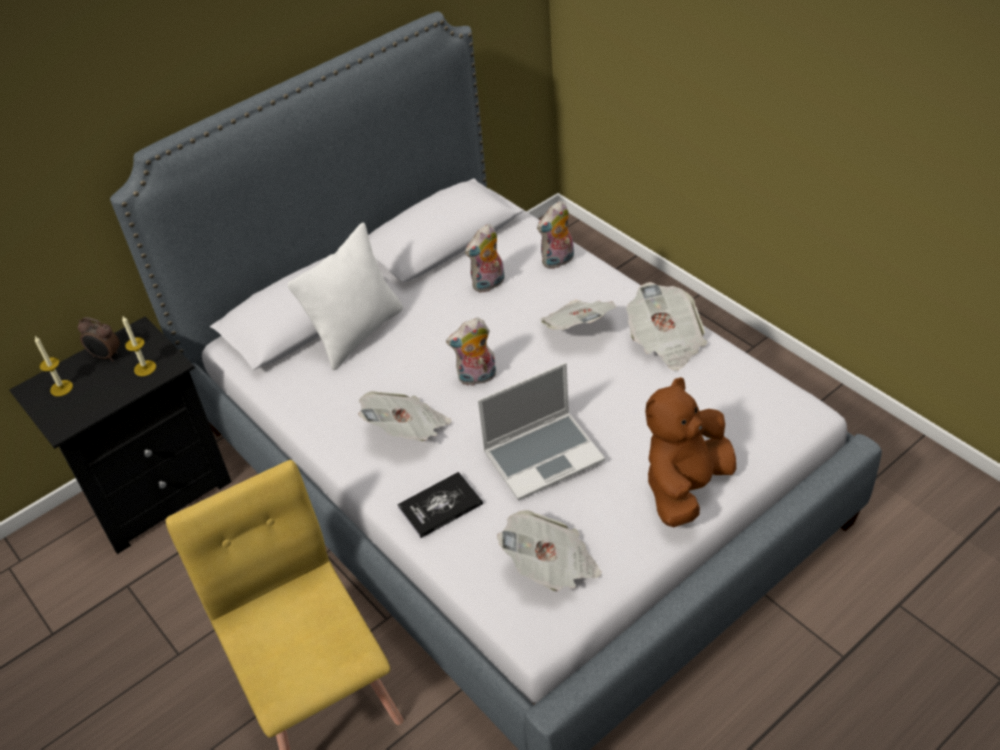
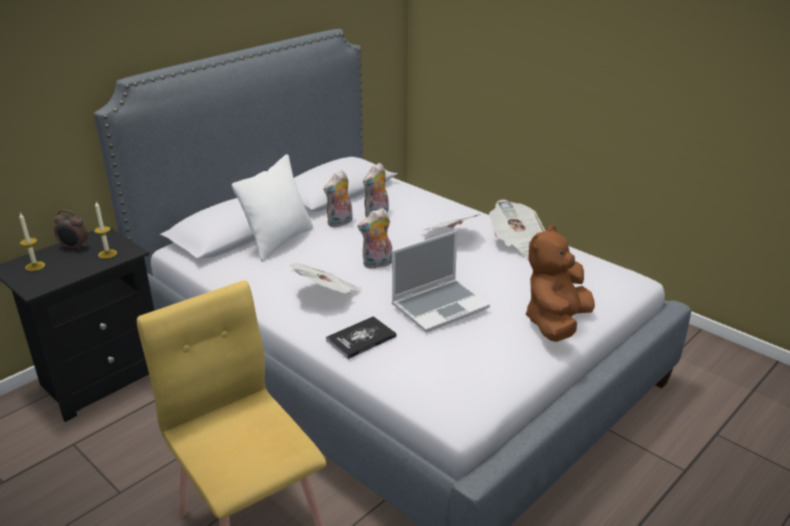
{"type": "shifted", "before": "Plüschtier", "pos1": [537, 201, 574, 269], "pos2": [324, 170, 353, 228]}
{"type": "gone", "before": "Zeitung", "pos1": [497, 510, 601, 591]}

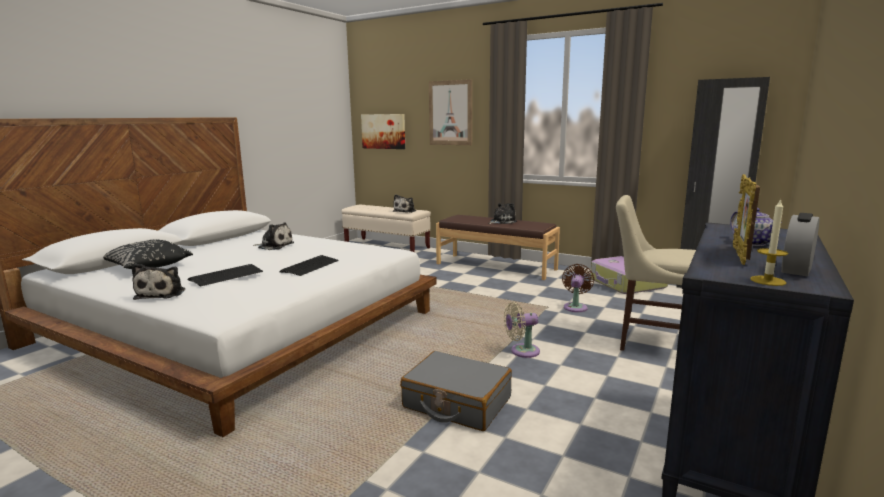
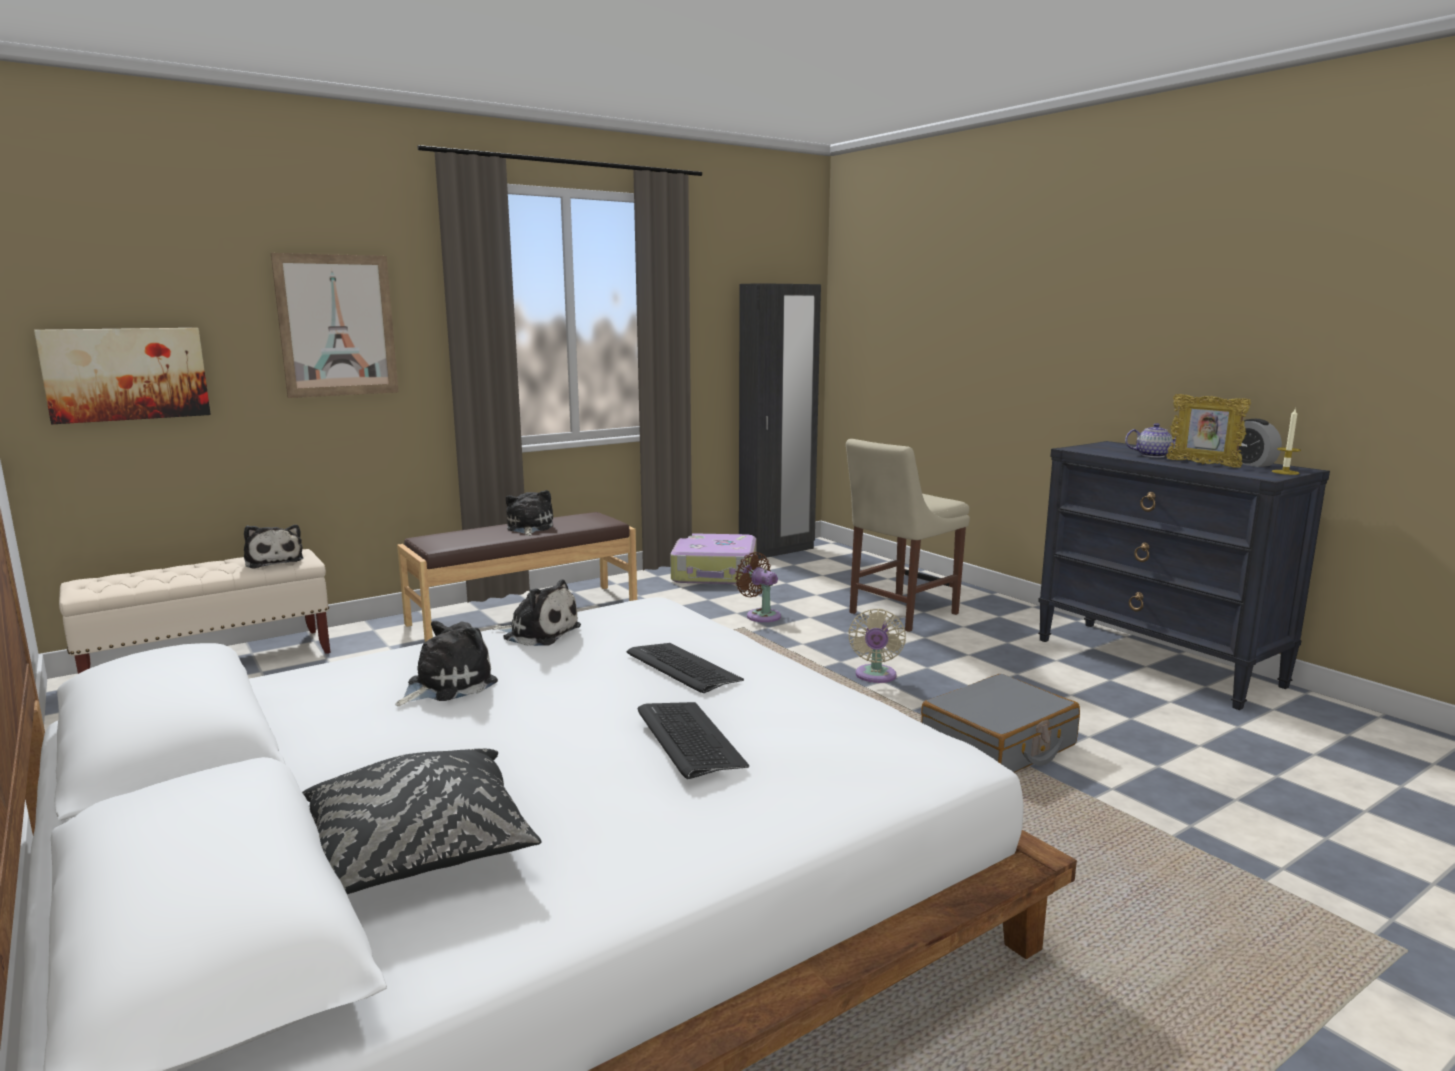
{"type": "shifted", "before": "Plüschtier", "pos1": [132, 264, 185, 300], "pos2": [492, 579, 581, 646]}

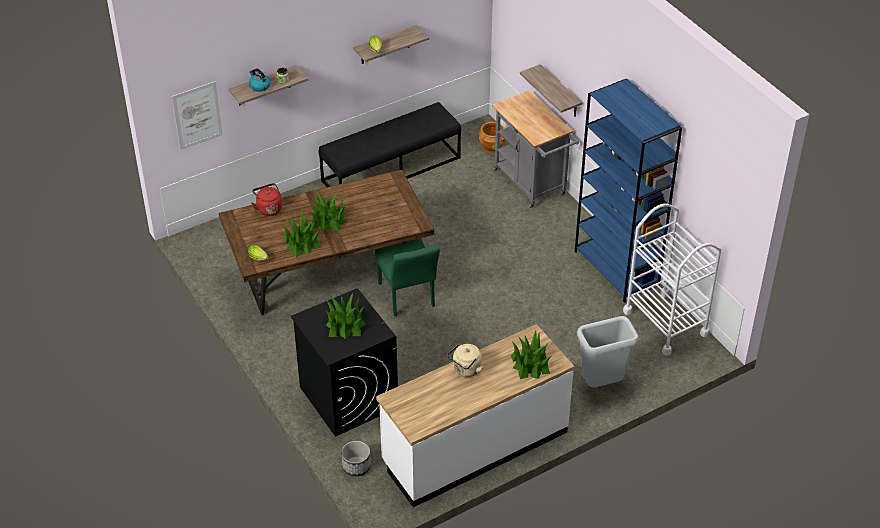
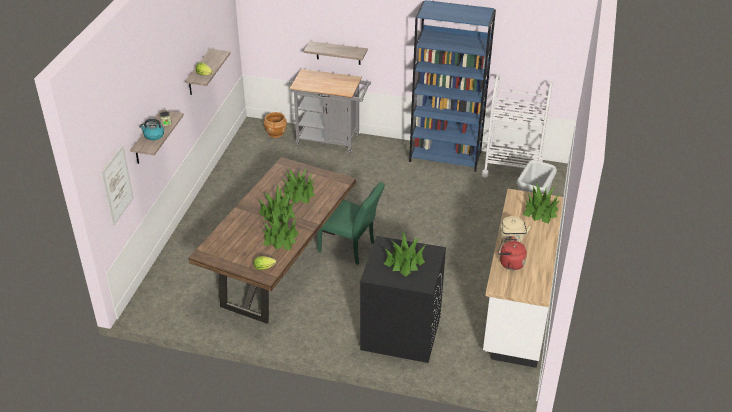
{"type": "new", "after": "Topfpflanze", "pos2": [283, 167, 315, 204]}
{"type": "shifted", "before": "Wasserkessel (rot)", "pos1": [251, 183, 282, 216], "pos2": [498, 238, 527, 270]}
{"type": "gone", "before": "Bank (schwarz)", "pos1": [318, 102, 461, 187]}
{"type": "gone", "before": "Pflanzkübel", "pos1": [341, 441, 371, 476]}

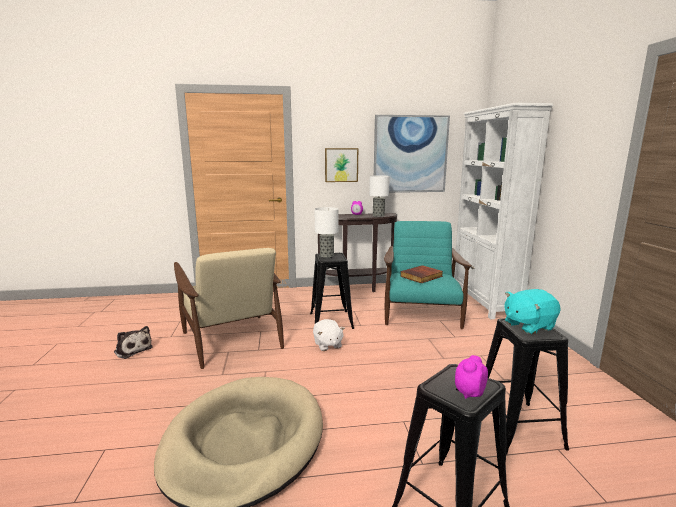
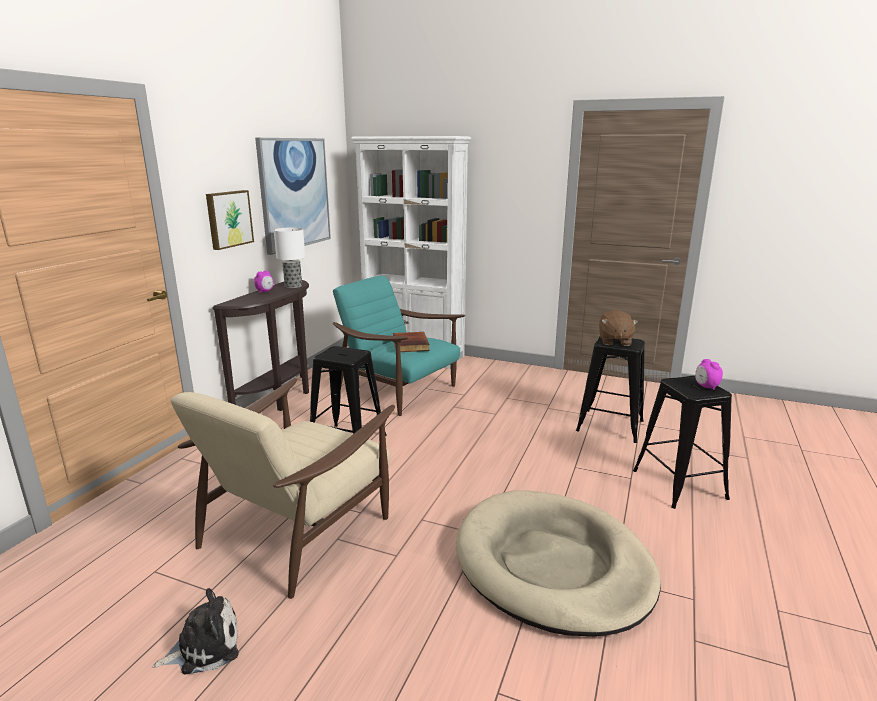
{"type": "rotated", "before": "Sessel (beige)", "pos1": [174, 248, 284, 369], "pos2": [171, 378, 395, 599], "turn": 120}
{"type": "repainted", "before": "Plüschtier (türkis)", "after": "Plüschtier (braun)", "pos1": [505, 289, 561, 334], "pos2": [599, 310, 638, 346]}
{"type": "gone", "before": "Plüschtier (weiß)", "pos1": [313, 319, 345, 351]}
{"type": "gone", "before": "Tischlampe", "pos1": [315, 207, 339, 257]}

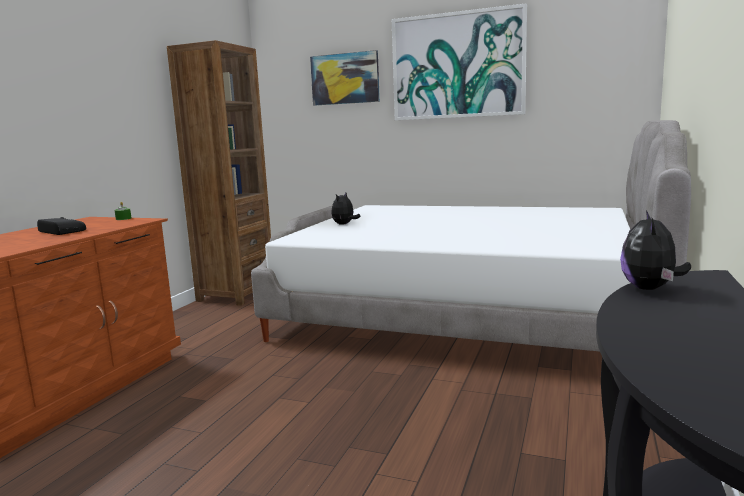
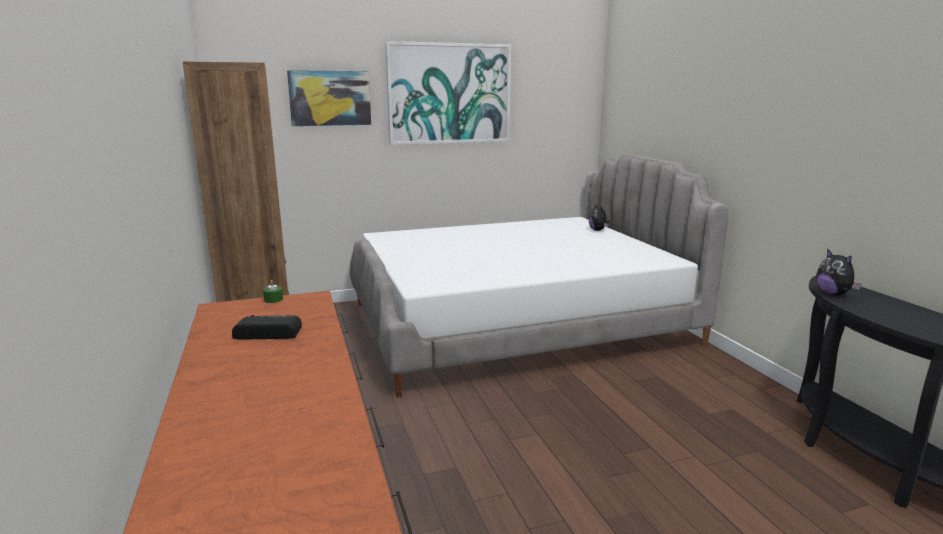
{"type": "shifted", "before": "Plüschtier", "pos1": [331, 193, 361, 225], "pos2": [589, 204, 609, 231]}

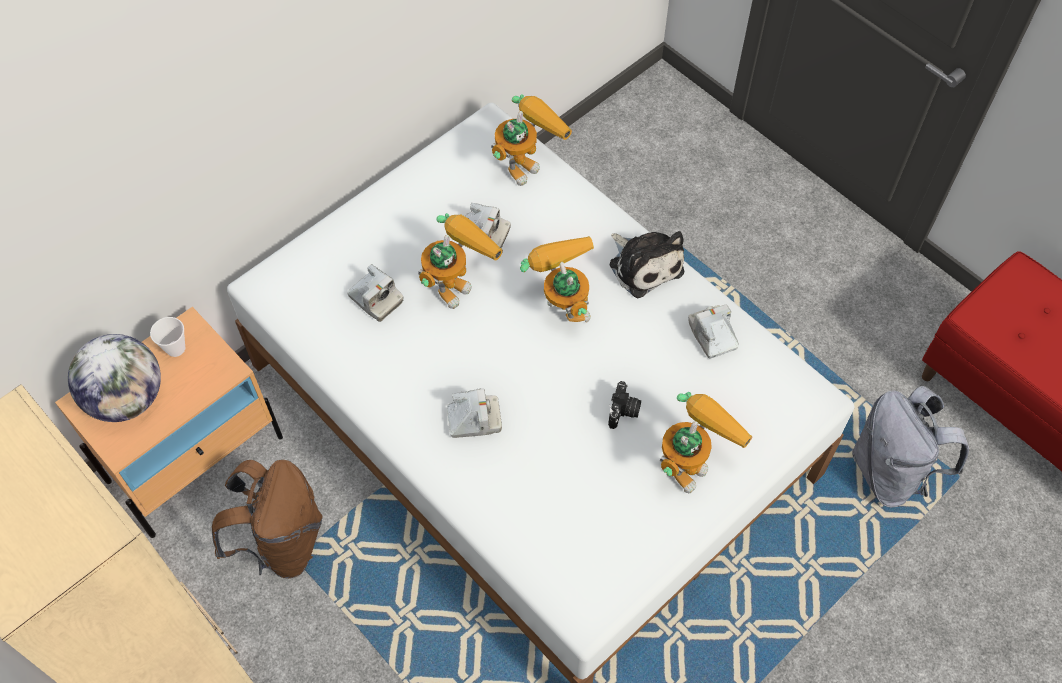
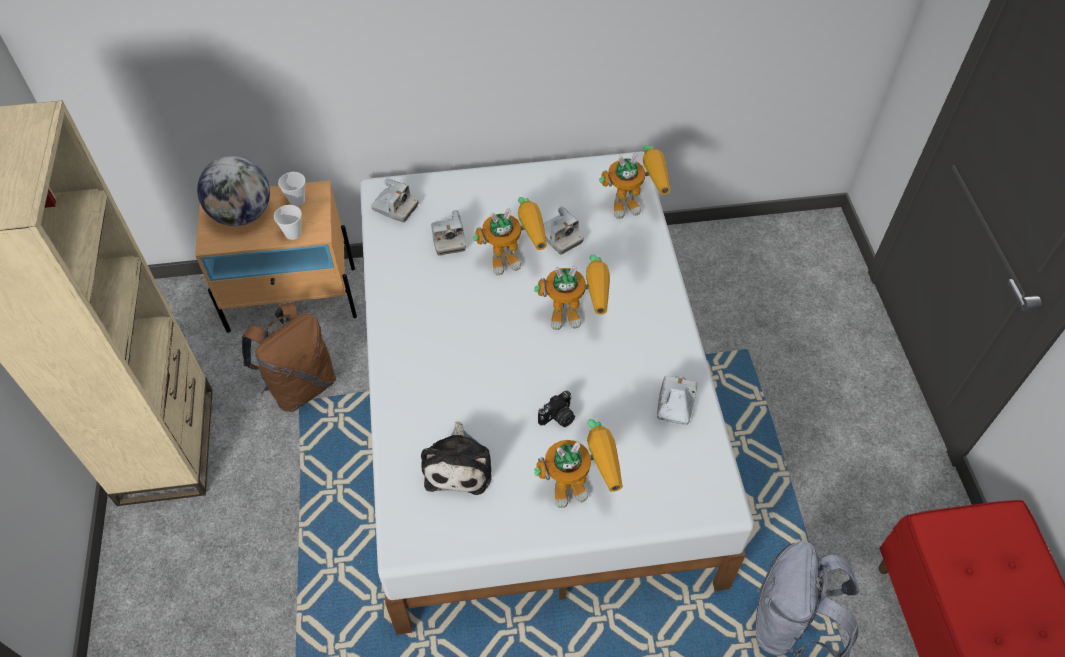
{"type": "new", "after": "Tasse", "pos2": [274, 205, 302, 240]}
{"type": "shifted", "before": "Kamera", "pos1": [447, 389, 502, 438], "pos2": [371, 178, 419, 222]}
{"type": "shifted", "before": "Plüschtier", "pos1": [610, 231, 684, 298], "pos2": [421, 421, 492, 495]}
{"type": "rotated", "before": "Spielzeugroboter", "pos1": [520, 236, 594, 323], "pos2": [534, 255, 610, 330], "turn": 75}

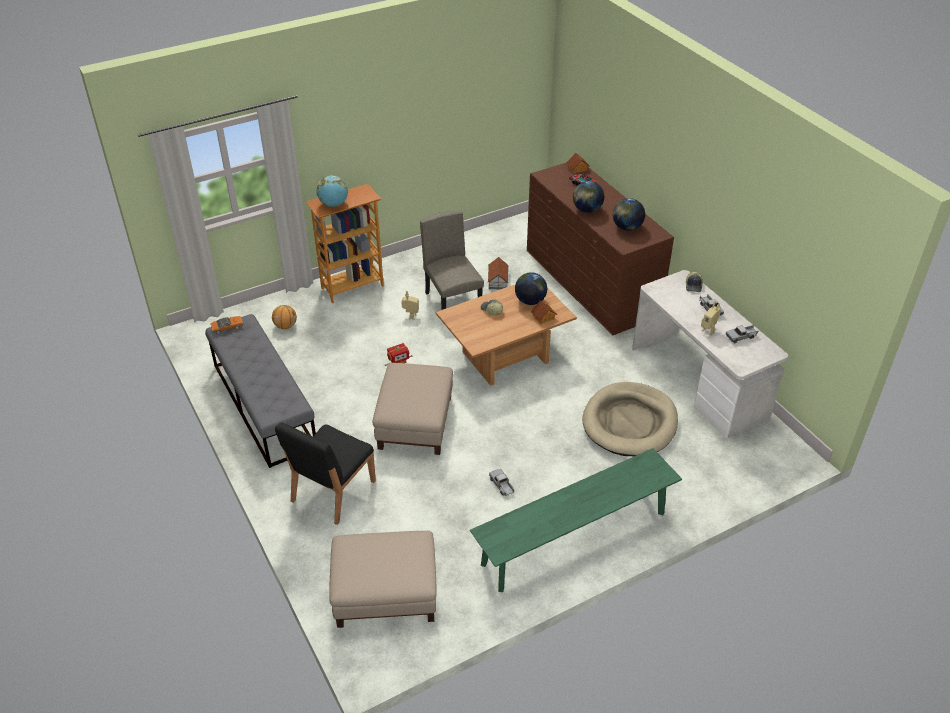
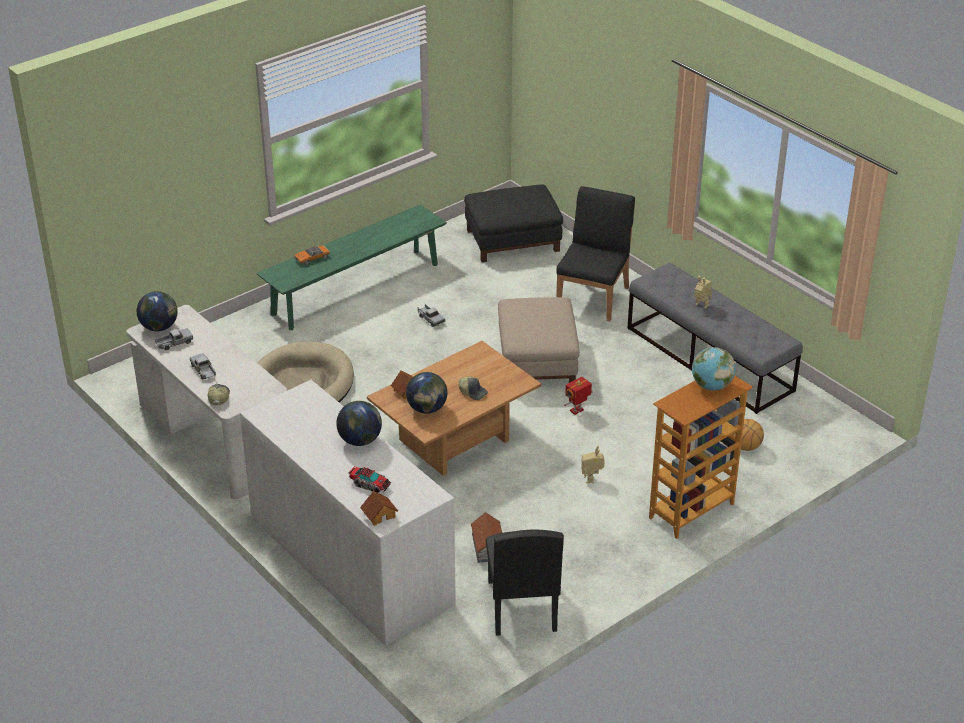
{"type": "shifted", "before": "Globus", "pos1": [613, 198, 645, 231], "pos2": [137, 291, 178, 331]}
{"type": "repainted", "before": "Kommode (braun)", "after": "Kommode (weiß)", "pos1": [527, 162, 674, 335], "pos2": [240, 380, 456, 646]}
{"type": "shifted", "before": "Spielzeugauto", "pos1": [210, 316, 243, 334], "pos2": [294, 245, 330, 265]}
{"type": "repainted", "before": "Polsterhocker (beige)", "after": "Polsterhocker (schwarz)", "pos1": [329, 531, 436, 628], "pos2": [464, 184, 563, 262]}
{"type": "new", "after": "Stuhl (schwarz)", "pos2": [486, 530, 564, 636]}
{"type": "shifted", "before": "Spielzeugroboter", "pos1": [701, 301, 721, 336], "pos2": [694, 276, 712, 309]}
{"type": "gone", "before": "Stuhl (beige)", "pos1": [420, 211, 484, 310]}

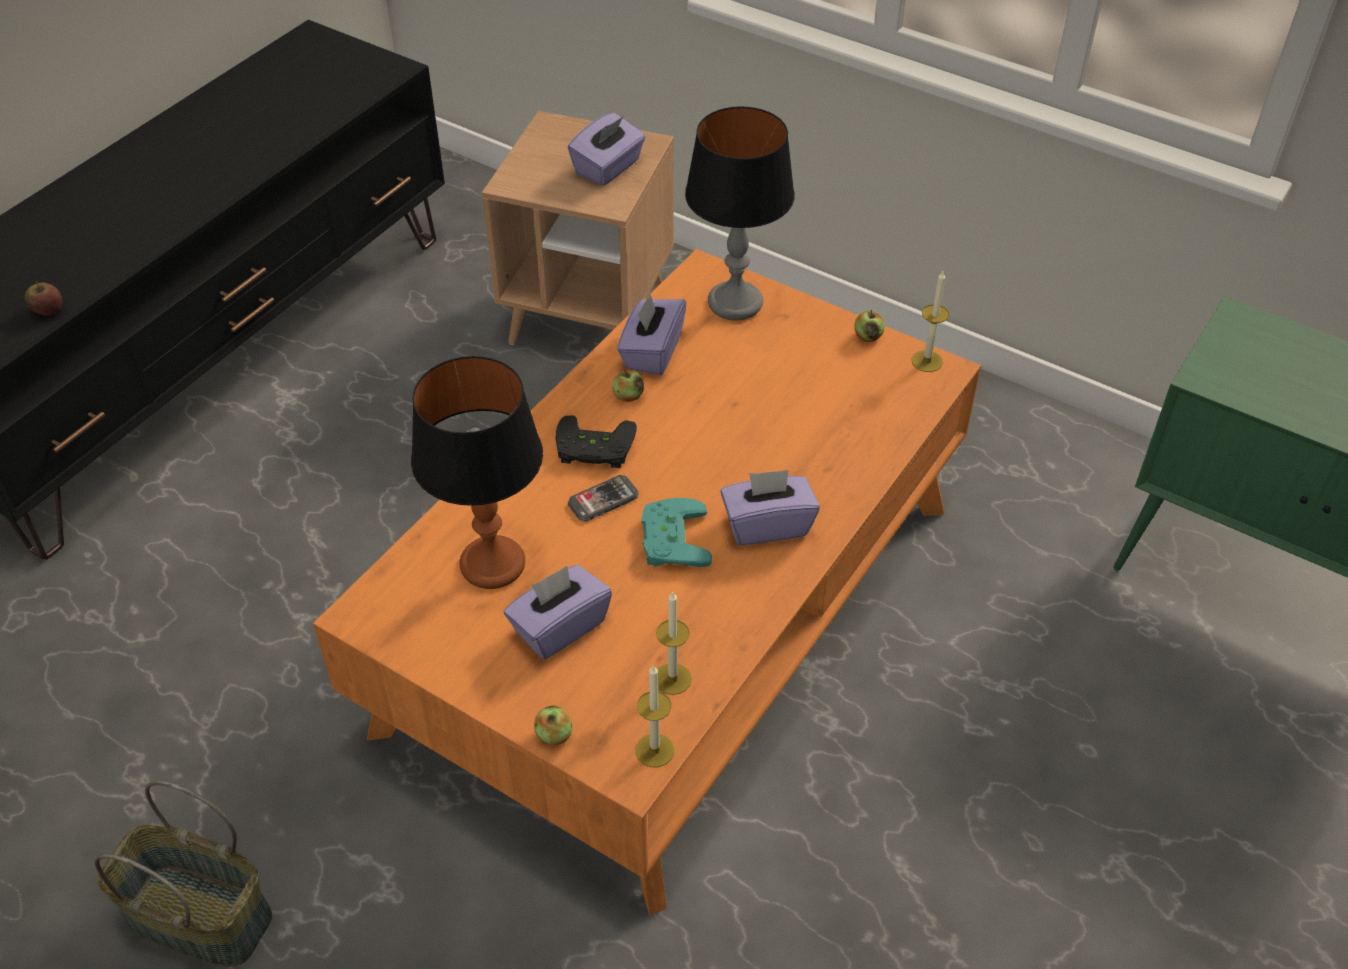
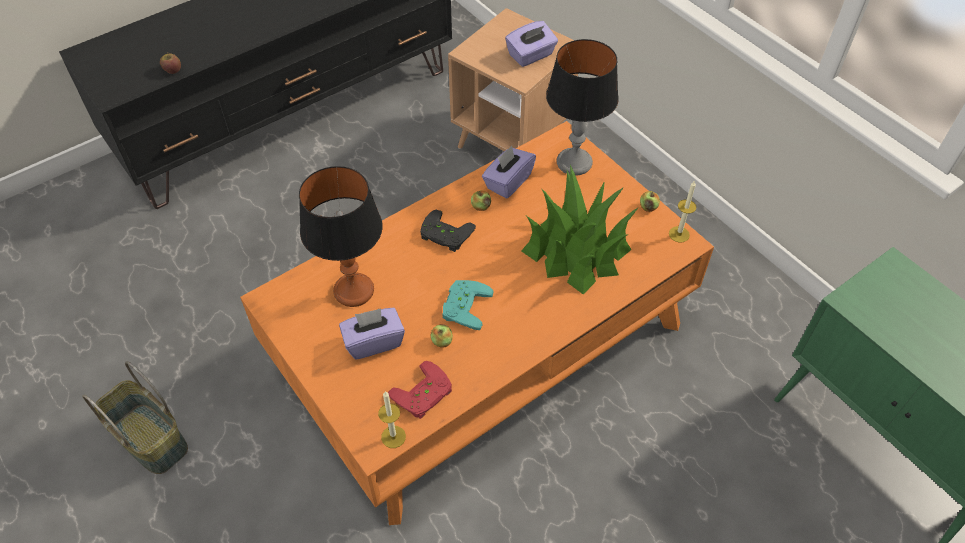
{"type": "swapped", "before": "Kerze", "after": "Gamepad (rot)", "pos1": [656, 592, 692, 695], "pos2": [388, 361, 452, 419]}
{"type": "shifted", "before": "Apfel", "pos1": [534, 705, 572, 745], "pos2": [431, 324, 453, 348]}
{"type": "new", "after": "Topfpflanze", "pos2": [521, 165, 639, 294]}
{"type": "gone", "before": "Handy", "pos1": [568, 475, 639, 522]}
{"type": "gone", "before": "Taschentuchbox (lila)", "pos1": [720, 470, 820, 545]}

